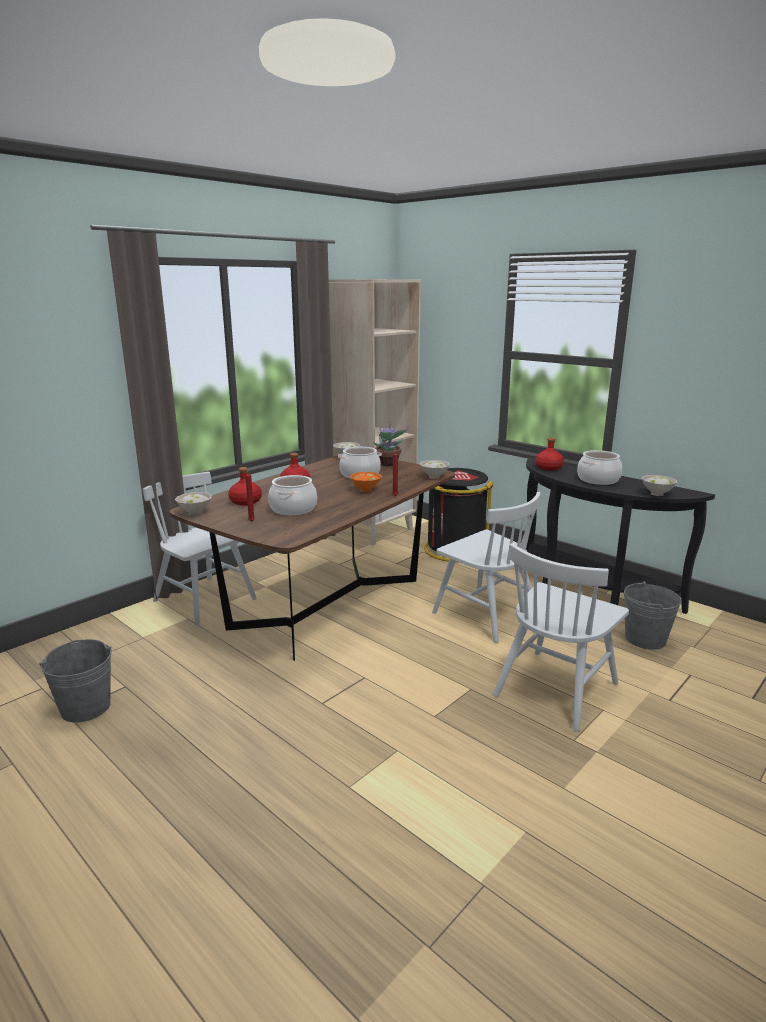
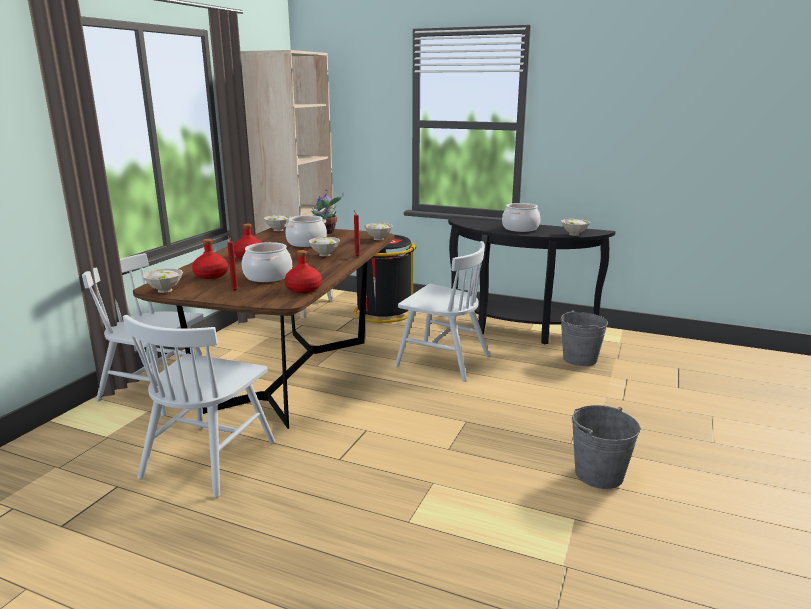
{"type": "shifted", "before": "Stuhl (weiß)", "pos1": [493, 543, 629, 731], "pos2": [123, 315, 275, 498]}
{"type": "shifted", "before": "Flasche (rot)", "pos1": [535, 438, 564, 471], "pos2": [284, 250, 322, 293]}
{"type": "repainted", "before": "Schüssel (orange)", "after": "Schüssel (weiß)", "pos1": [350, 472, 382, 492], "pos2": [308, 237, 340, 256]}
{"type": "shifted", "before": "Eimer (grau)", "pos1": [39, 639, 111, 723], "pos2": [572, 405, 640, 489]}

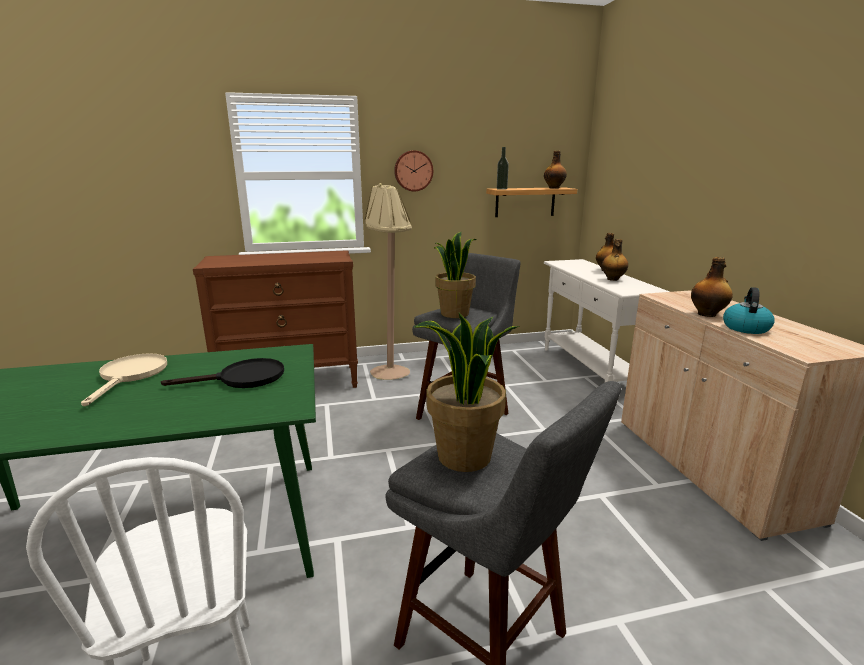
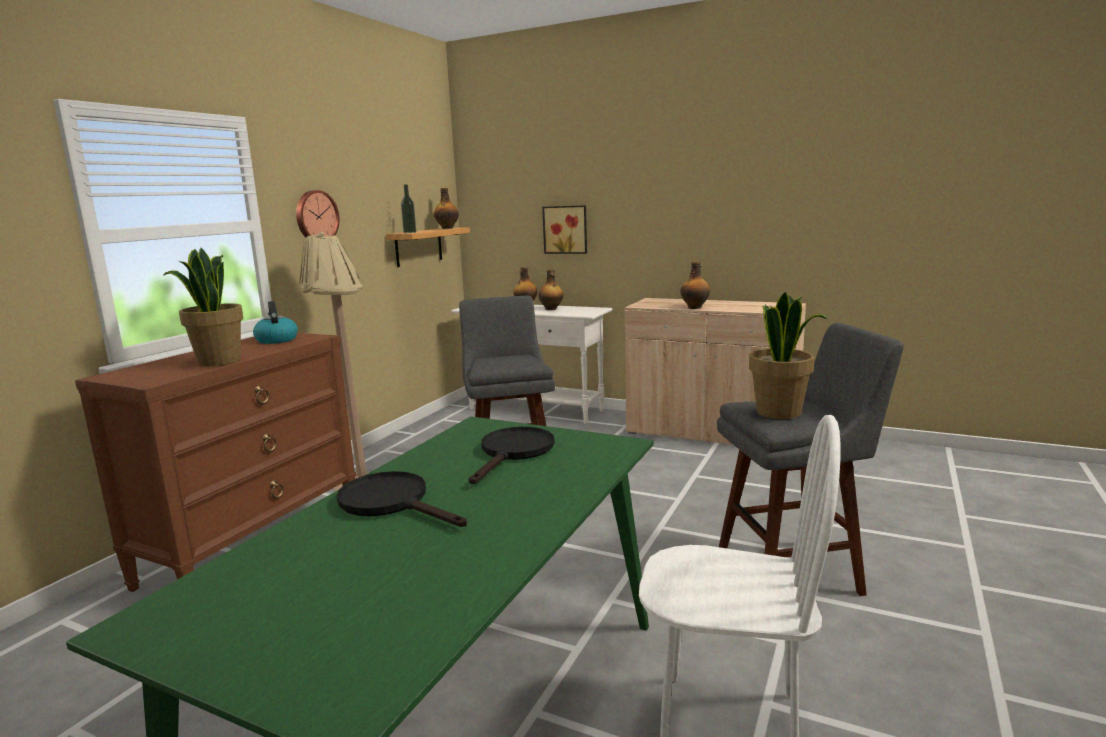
{"type": "shifted", "before": "Topfpflanze", "pos1": [434, 232, 476, 318], "pos2": [164, 248, 243, 366]}
{"type": "shifted", "before": "Wasserkessel", "pos1": [723, 287, 775, 334], "pos2": [253, 301, 298, 344]}
{"type": "repainted", "before": "Pfanne (beige)", "after": "Pfanne (schwarz)", "pos1": [81, 353, 167, 406], "pos2": [336, 471, 467, 527]}
{"type": "new", "after": "Bild", "pos2": [542, 205, 587, 254]}

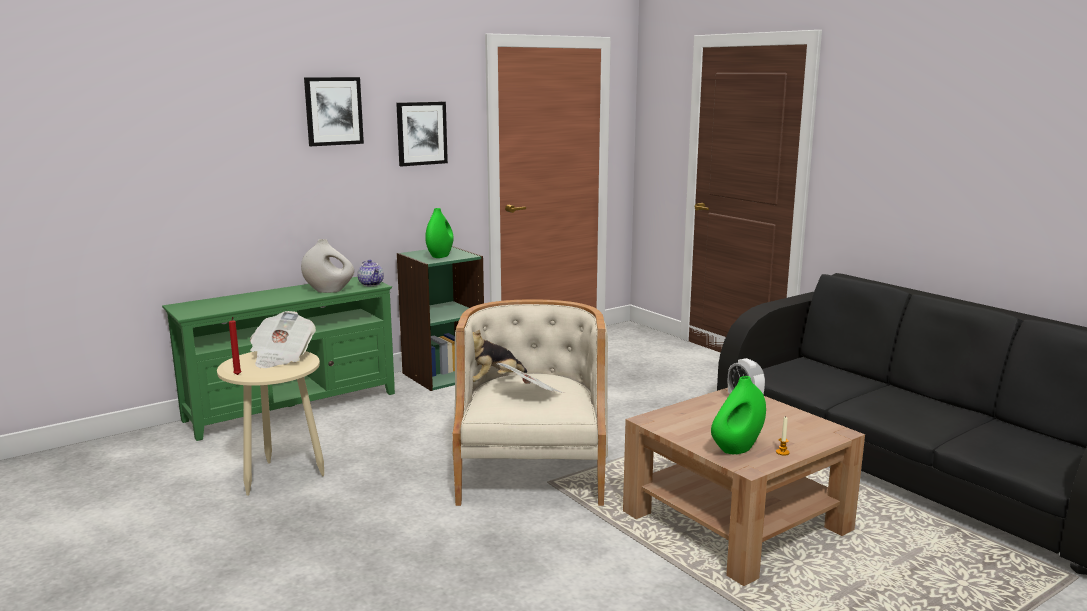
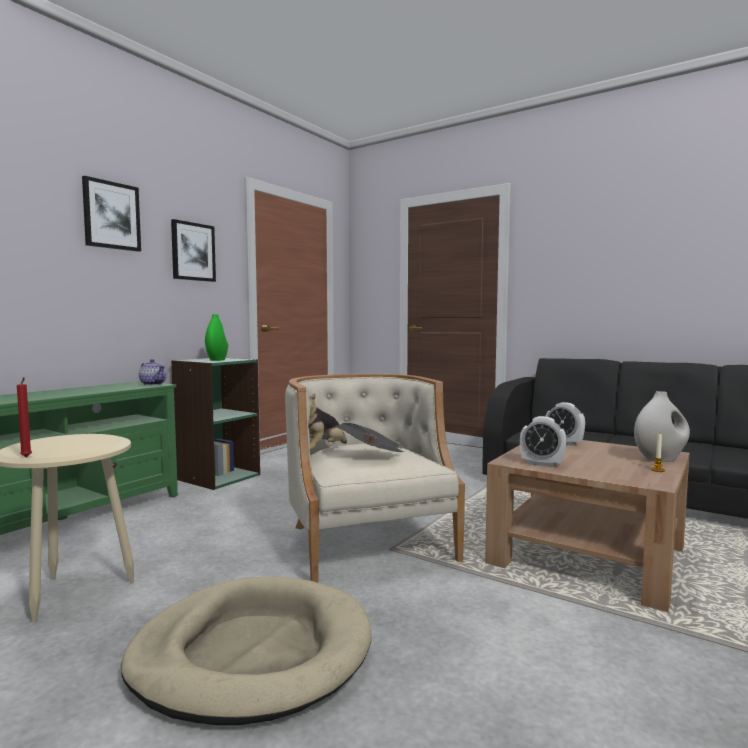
{"type": "new", "after": "Hundebett (beige)", "pos2": [121, 576, 372, 725]}
{"type": "new", "after": "Wecker", "pos2": [520, 416, 566, 467]}
{"type": "shifted", "before": "Vase (weiß)", "pos1": [301, 239, 354, 293], "pos2": [634, 391, 690, 462]}
{"type": "gone", "before": "Zeitung", "pos1": [250, 311, 316, 368]}
{"type": "gone", "before": "Vase (grün)", "pos1": [711, 376, 766, 455]}

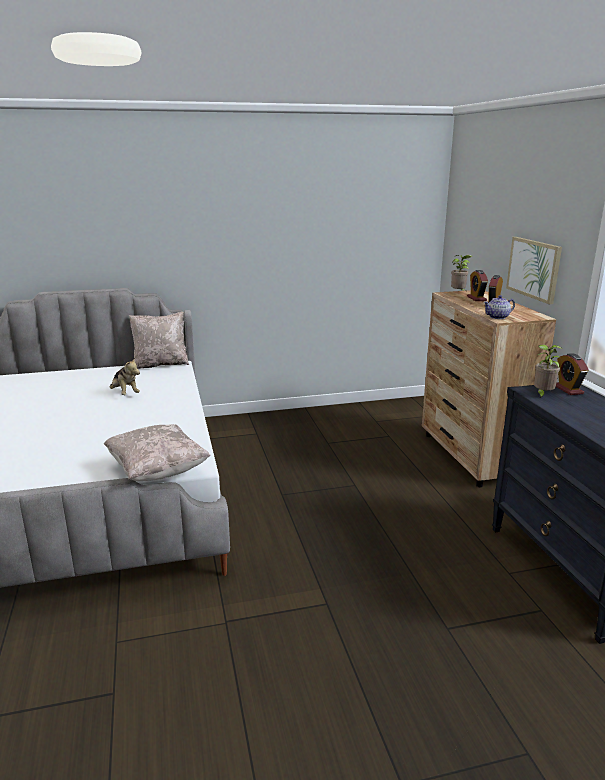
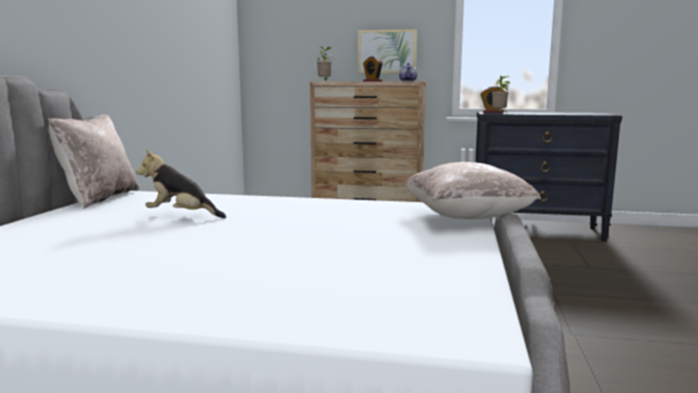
{"type": "rotated", "before": "Plüschtier", "pos1": [109, 358, 140, 395], "pos2": [136, 150, 226, 218], "turn": -150}
{"type": "gone", "before": "Wecker", "pos1": [467, 270, 488, 301]}

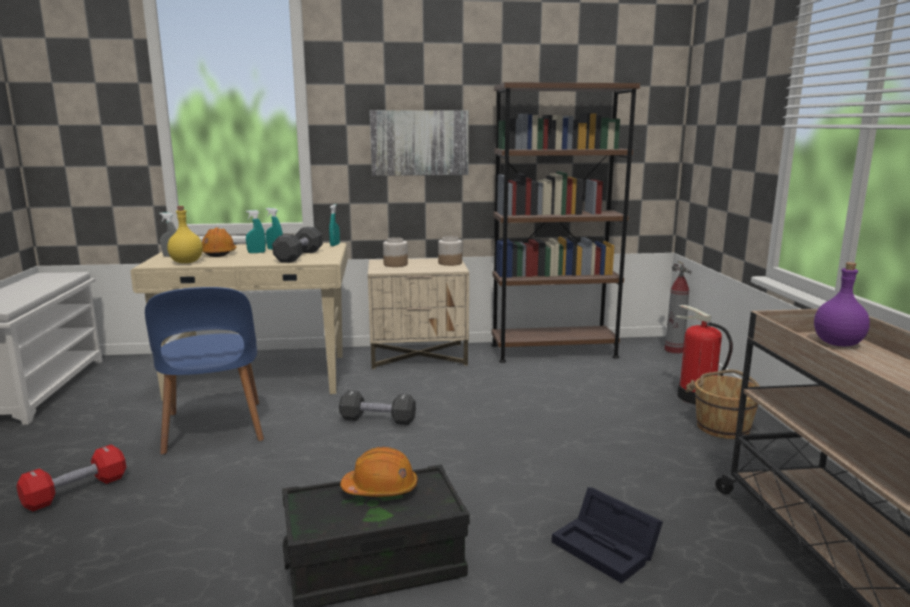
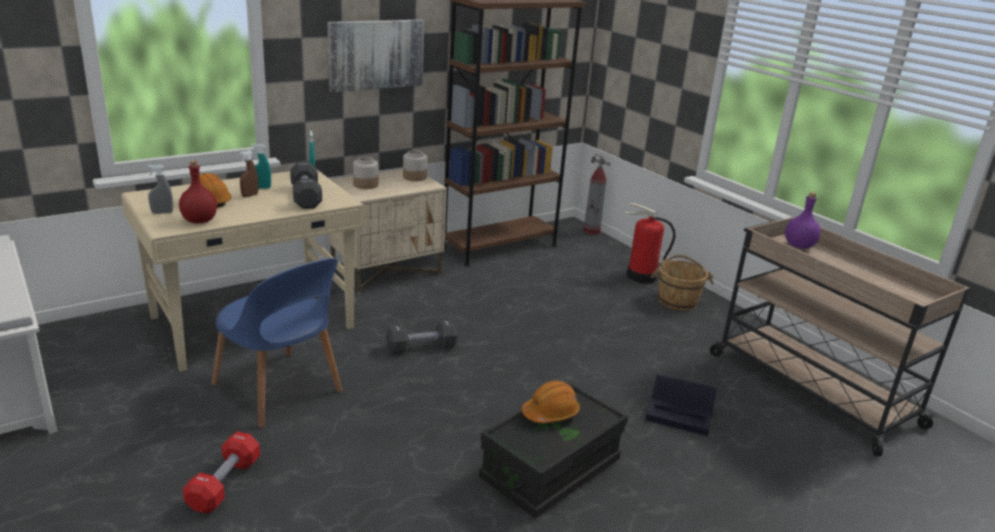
{"type": "repainted", "before": "Flasche (gelb)", "after": "Flasche (rot)", "pos1": [167, 206, 203, 263], "pos2": [179, 161, 217, 223]}
{"type": "repainted", "before": "Sprühflasche (türkis)", "after": "Sprühflasche (braun)", "pos1": [246, 210, 266, 253], "pos2": [240, 150, 258, 197]}

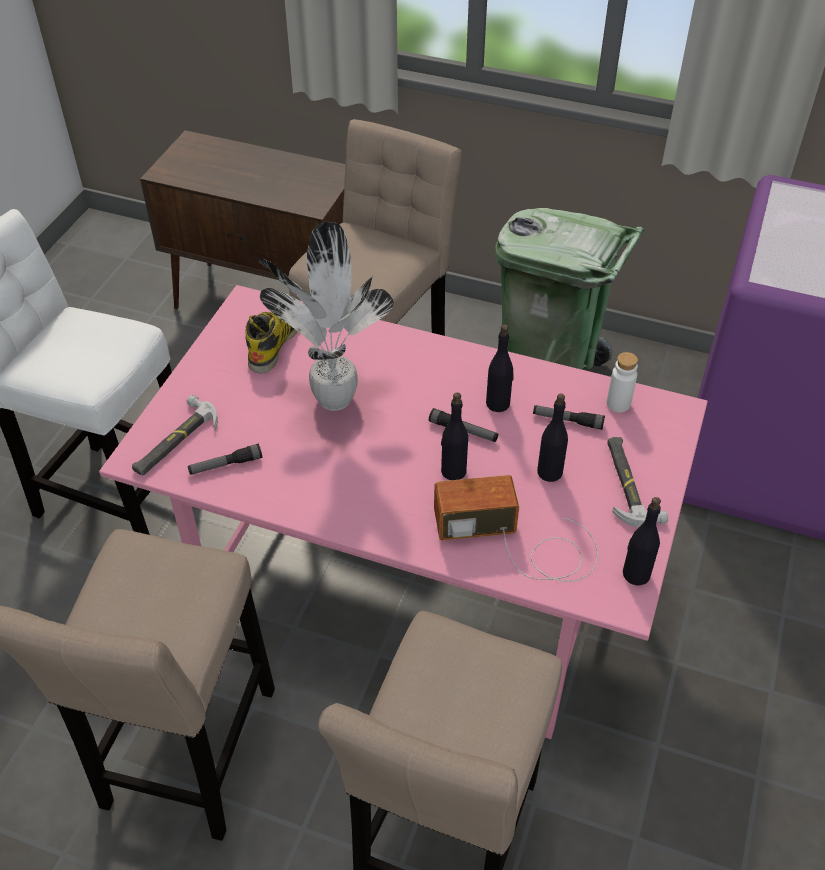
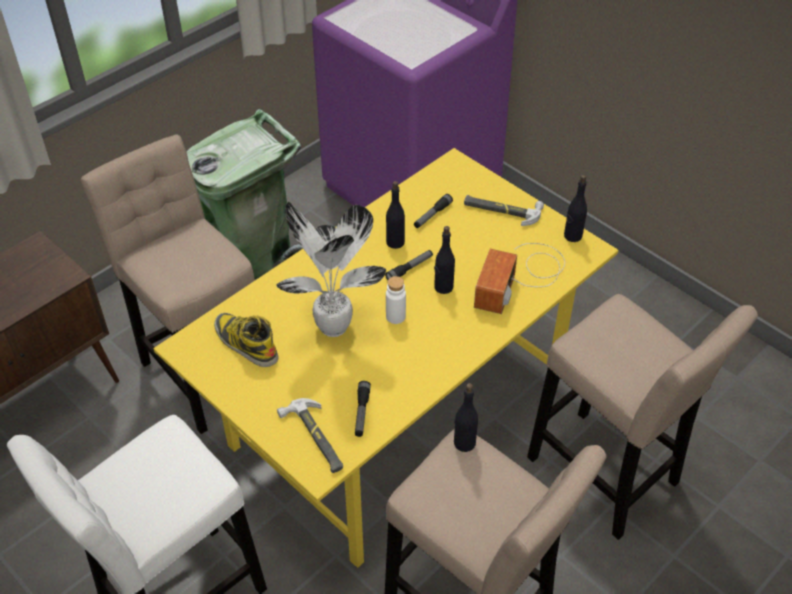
{"type": "repainted", "before": "Esstisch (rosa)", "after": "Esstisch (gelb)", "pos1": [99, 285, 708, 739], "pos2": [154, 148, 618, 568]}
{"type": "shifted", "before": "Flasche (weiß)", "pos1": [607, 352, 638, 412], "pos2": [386, 276, 406, 324]}
{"type": "shifted", "before": "Flasche (schwarz)", "pos1": [537, 393, 568, 482], "pos2": [454, 383, 478, 452]}

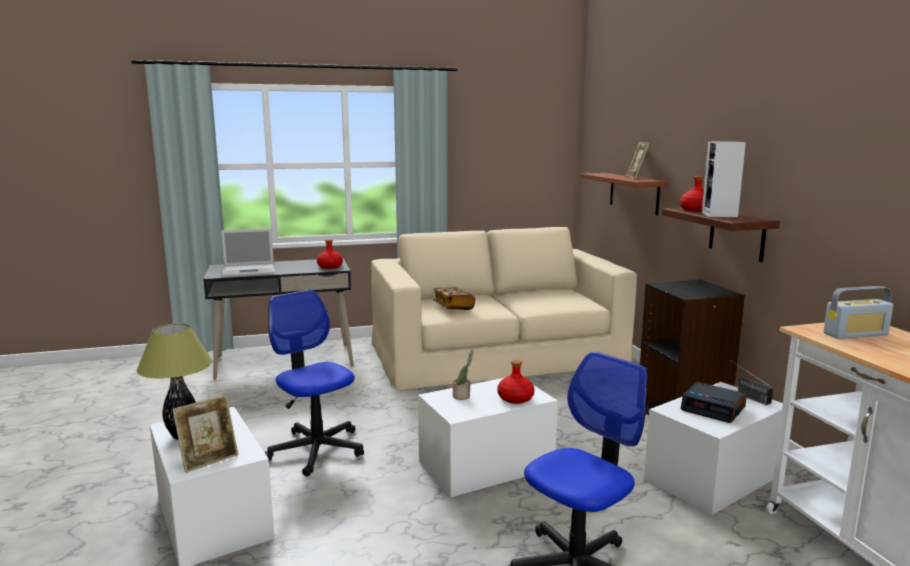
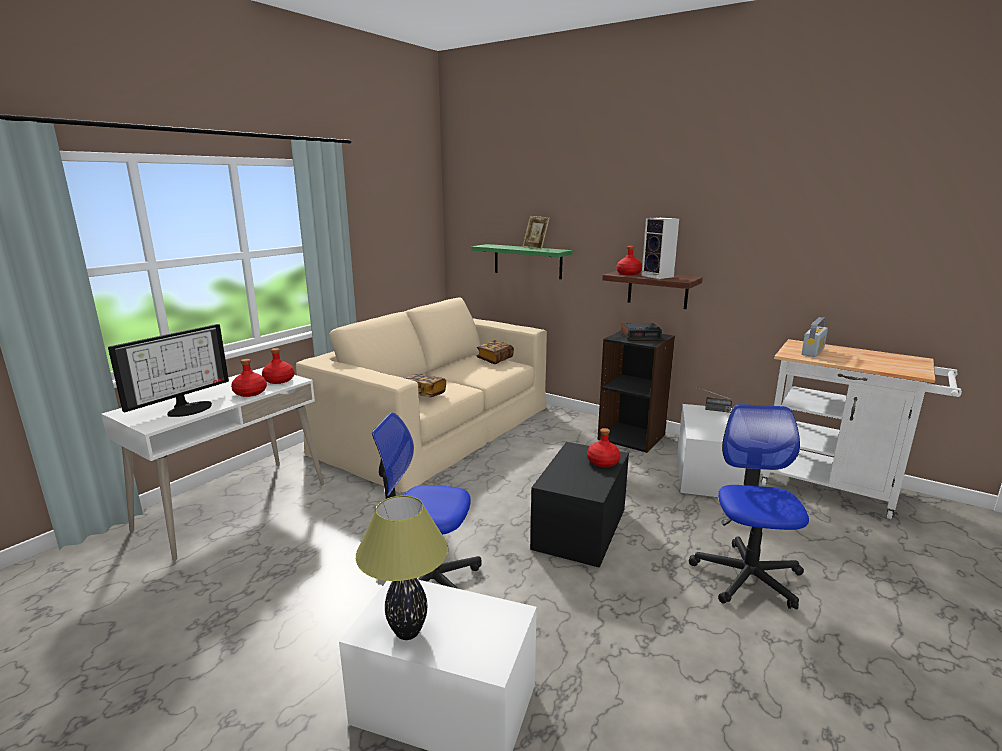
{"type": "repainted", "before": "Schreibtisch (schwarz)", "after": "Schreibtisch (weiß)", "pos1": [204, 258, 354, 380], "pos2": [101, 367, 324, 561]}
{"type": "swapped", "before": "Laptop", "after": "Monitor", "pos1": [221, 228, 275, 277], "pos2": [108, 324, 229, 417]}
{"type": "new", "after": "Flasche (rot)", "pos2": [231, 359, 267, 397]}
{"type": "repainted", "before": "Wandregal (braun)", "after": "Wandregal (grün)", "pos1": [581, 173, 668, 215], "pos2": [471, 244, 573, 279]}
{"type": "new", "after": "Buch", "pos2": [477, 341, 514, 364]}
{"type": "repainted", "before": "Aufbewahrungsbox (weiß)", "after": "Aufbewahrungsbox (schwarz)", "pos1": [418, 378, 558, 497], "pos2": [530, 442, 629, 568]}
{"type": "shifted", "before": "Wecker", "pos1": [681, 382, 747, 423], "pos2": [621, 323, 662, 341]}
{"type": "gone", "before": "Bilderrahmen", "pos1": [172, 395, 239, 473]}
{"type": "gone", "before": "Topfpflanze", "pos1": [453, 350, 473, 400]}

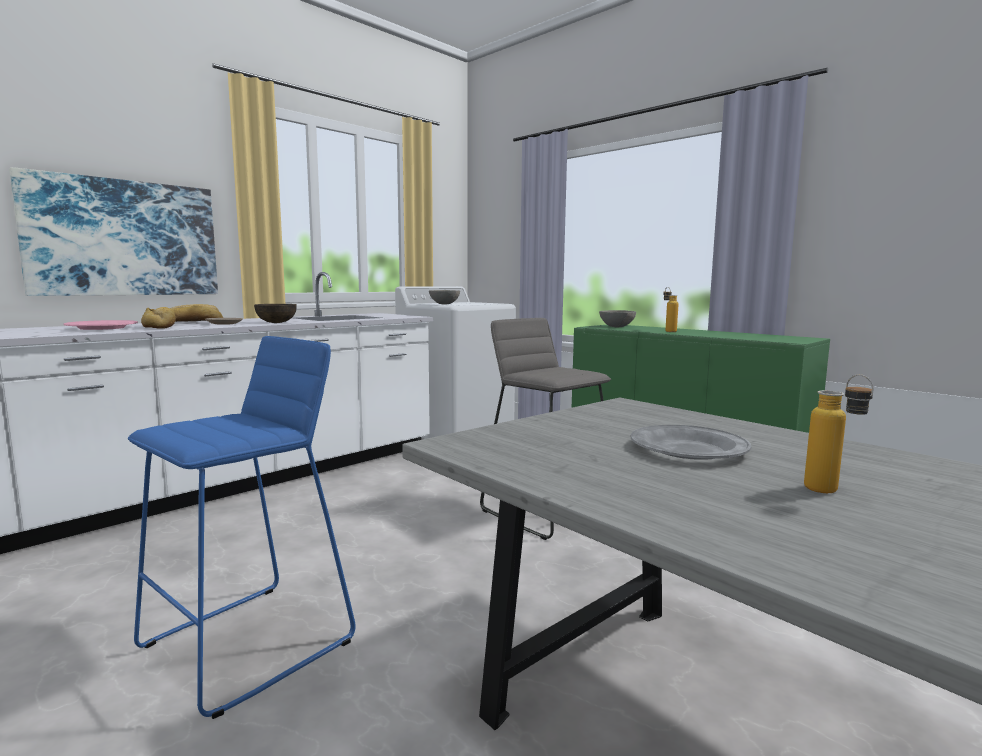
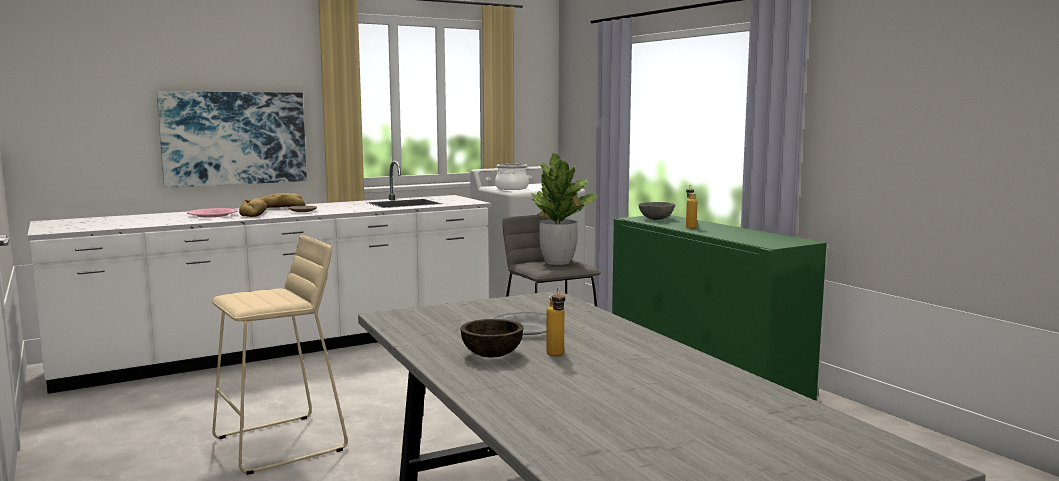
{"type": "repainted", "before": "Hocker (blau)", "after": "Hocker (beige)", "pos1": [128, 336, 355, 719], "pos2": [211, 235, 347, 475]}
{"type": "shifted", "before": "Schüssel (braun)", "pos1": [254, 304, 297, 323], "pos2": [460, 319, 523, 357]}
{"type": "swapped", "before": "Schüssel (grau)", "after": "Kochtopf", "pos1": [429, 290, 460, 304], "pos2": [495, 164, 529, 190]}
{"type": "new", "after": "Topfpflanze", "pos2": [531, 153, 598, 265]}

